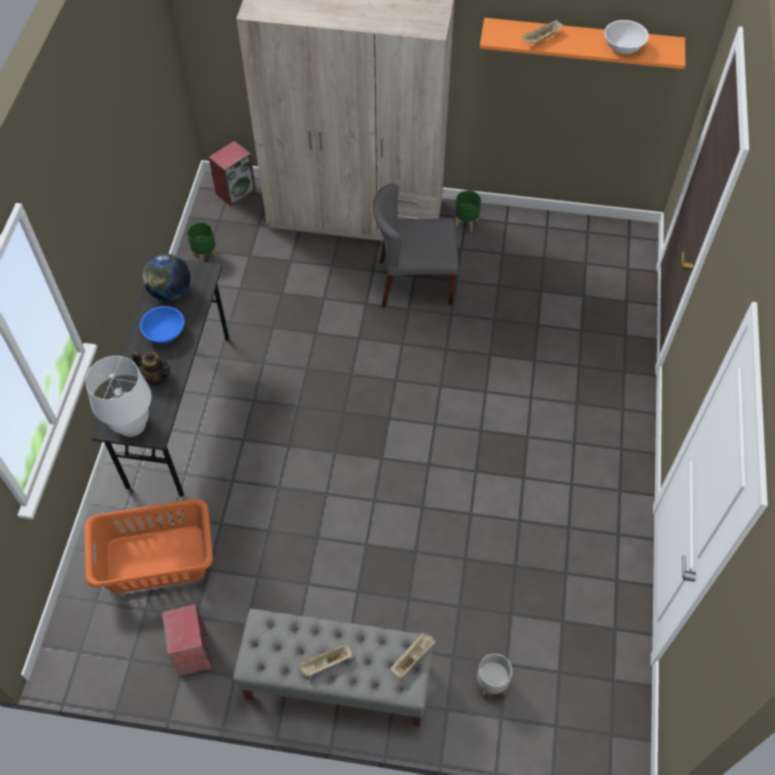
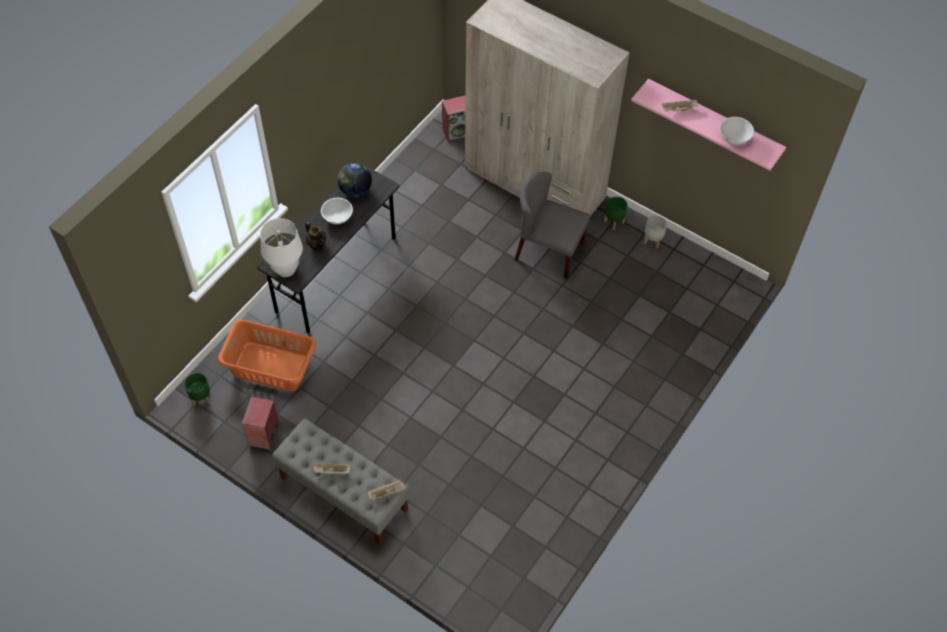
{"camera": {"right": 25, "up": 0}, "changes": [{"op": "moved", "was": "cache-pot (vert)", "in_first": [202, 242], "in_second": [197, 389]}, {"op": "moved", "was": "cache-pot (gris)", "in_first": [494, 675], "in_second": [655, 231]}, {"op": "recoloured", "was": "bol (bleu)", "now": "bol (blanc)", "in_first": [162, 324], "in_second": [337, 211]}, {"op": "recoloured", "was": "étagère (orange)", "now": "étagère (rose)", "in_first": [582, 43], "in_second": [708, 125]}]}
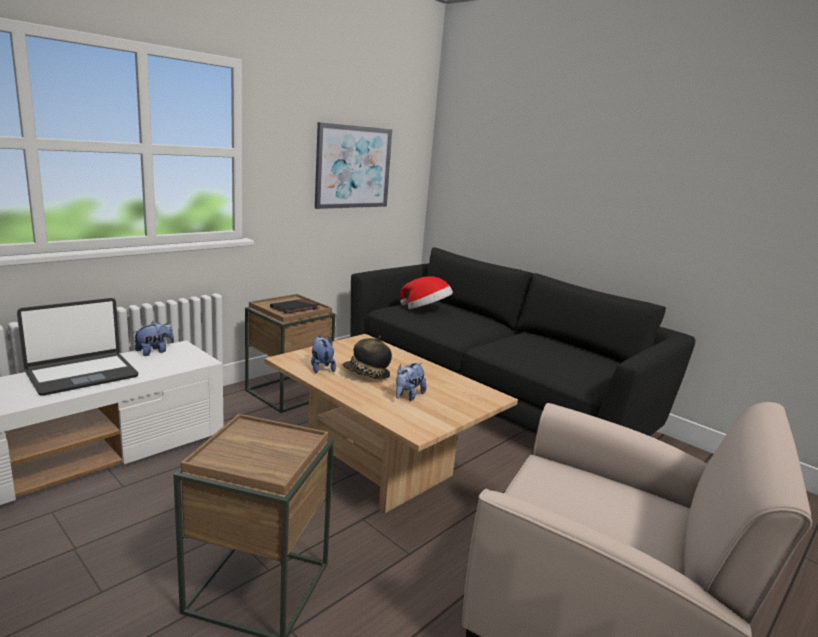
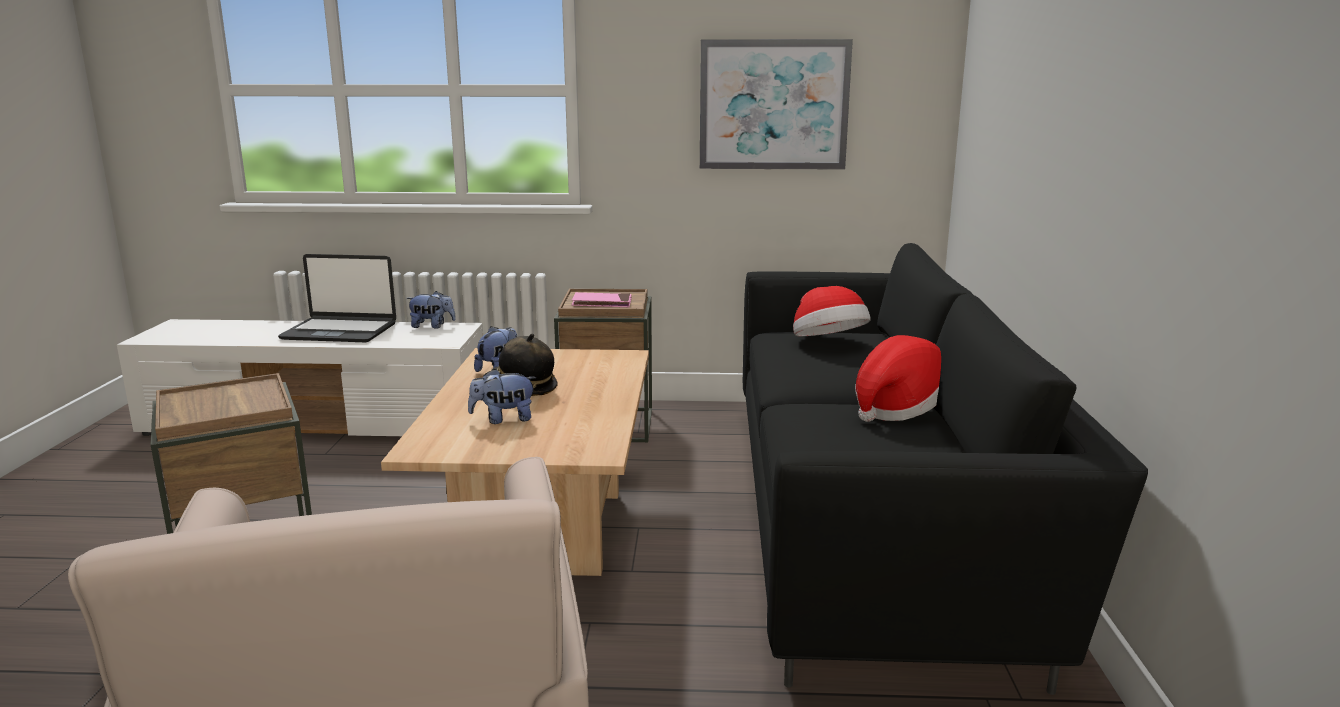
{"camera": {"right": 50, "up": 0}, "changes": [{"op": "added", "now": "chapeau", "in_second": [898, 378]}, {"op": "recoloured", "was": "livre (noir)", "now": "livre (rose)", "in_first": [294, 306], "in_second": [601, 299]}]}
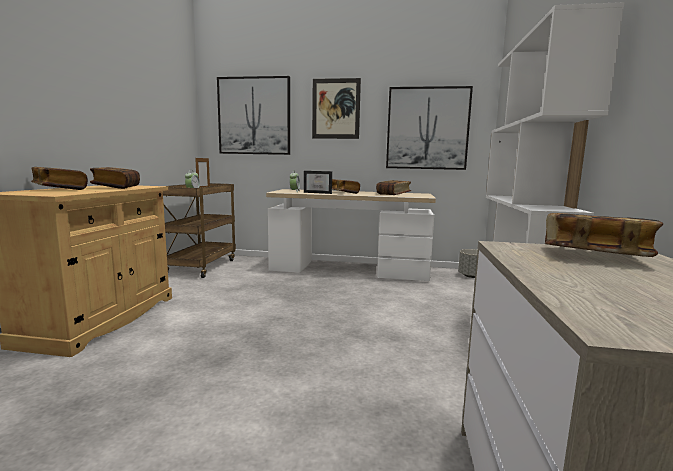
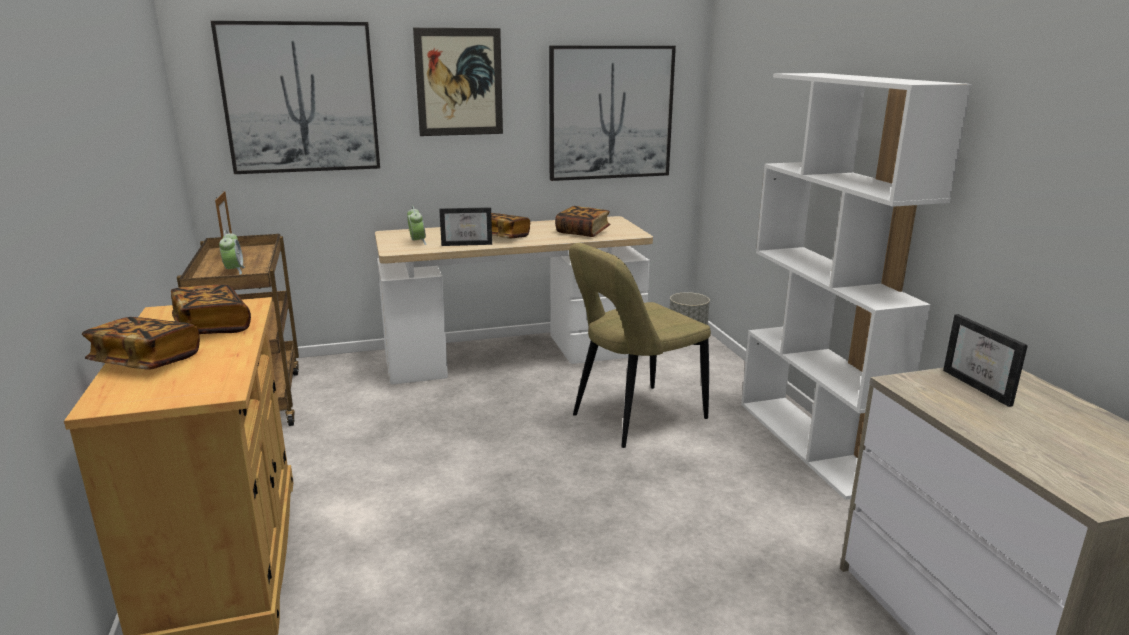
{"camera": {"right": -25, "up": 10}, "changes": [{"op": "added", "now": "chaise (beige)", "in_second": [640, 345]}, {"op": "replaced", "was": "livre", "now": "cadre photo", "in_first": [604, 235], "in_second": [985, 360]}]}
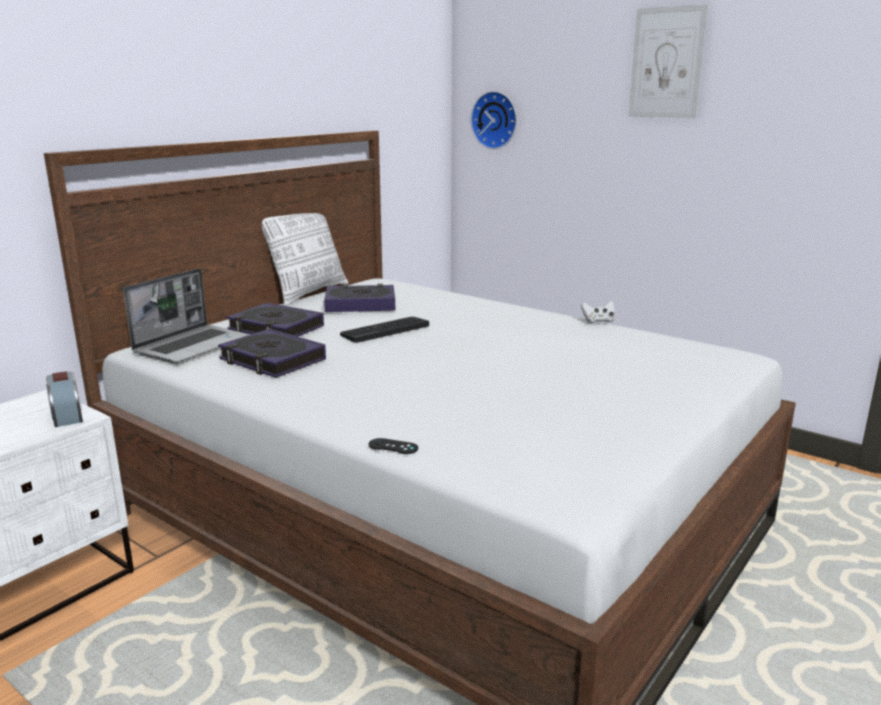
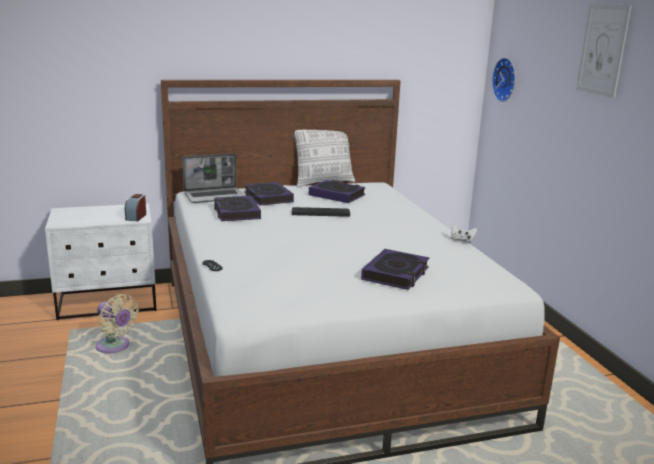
{"camera": {"right": 35, "up": 0}, "changes": [{"op": "added", "now": "ventilateur (beige)", "in_second": [117, 323]}, {"op": "added", "now": "livre", "in_second": [395, 269]}]}
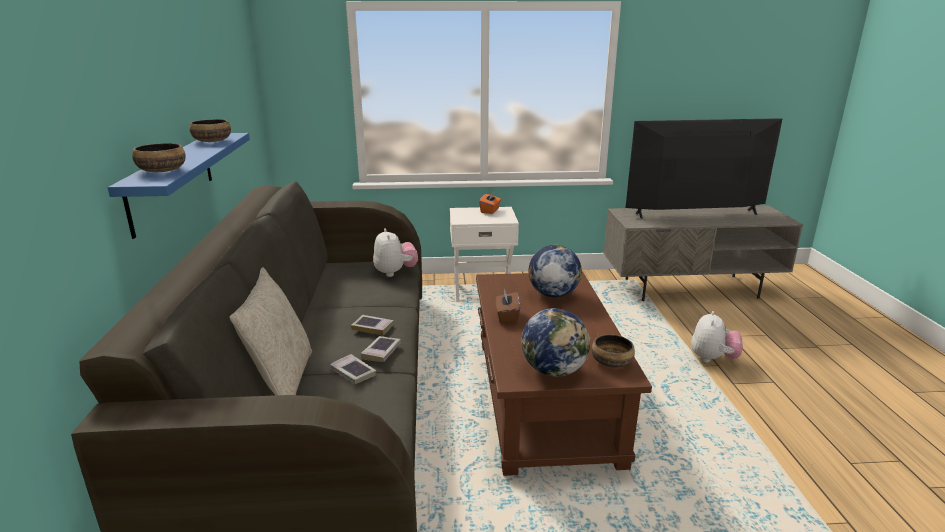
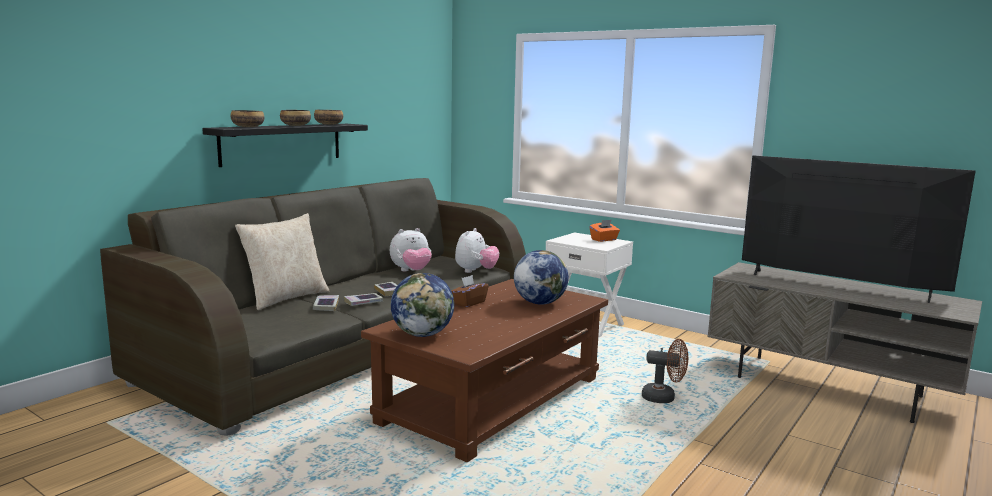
{"camera": {"right": 40, "up": -10}, "changes": [{"op": "added", "now": "ventilateur (marron)", "in_second": [665, 371]}, {"op": "moved", "was": "bol", "in_first": [613, 351], "in_second": [295, 118]}, {"op": "moved", "was": "peluche", "in_first": [717, 337], "in_second": [411, 249]}, {"op": "recoloured", "was": "étagère (bleu)", "now": "étagère (noir)", "in_first": [179, 186], "in_second": [285, 145]}]}
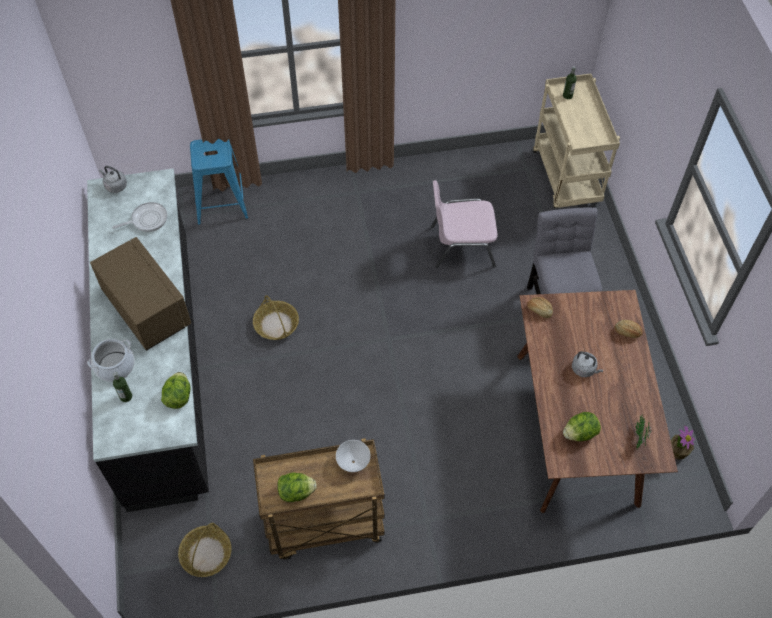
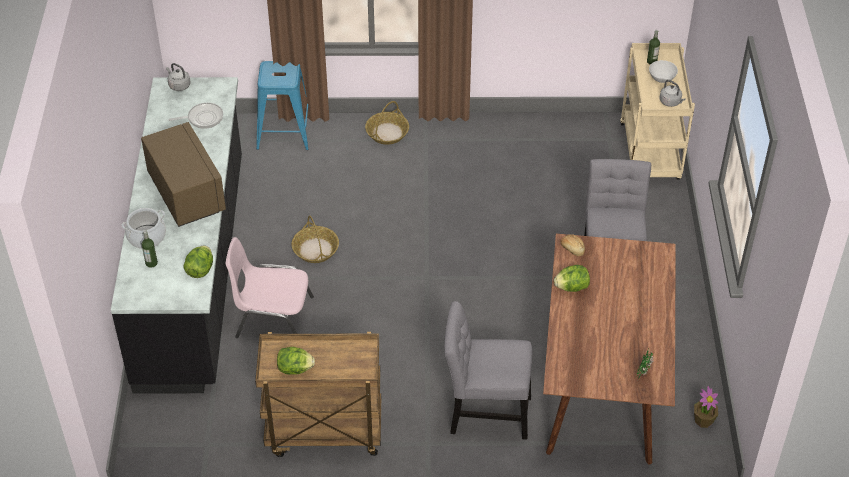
{"camera": {"right": 10, "up": -10}, "changes": [{"op": "removed", "was": "pain", "in_first": [629, 329]}, {"op": "added", "now": "chaise (gris)", "in_second": [488, 370]}, {"op": "moved", "was": "panier", "in_first": [205, 550], "in_second": [387, 123]}, {"op": "moved", "was": "bol (blanc)", "in_first": [353, 456], "in_second": [663, 71]}, {"op": "moved", "was": "chaise (rose)", "in_first": [464, 224], "in_second": [270, 287]}, {"op": "moved", "was": "laitue", "in_first": [582, 426], "in_second": [572, 278]}, {"op": "moved", "was": "bouilloire (gris)", "in_first": [587, 364], "in_second": [673, 93]}]}
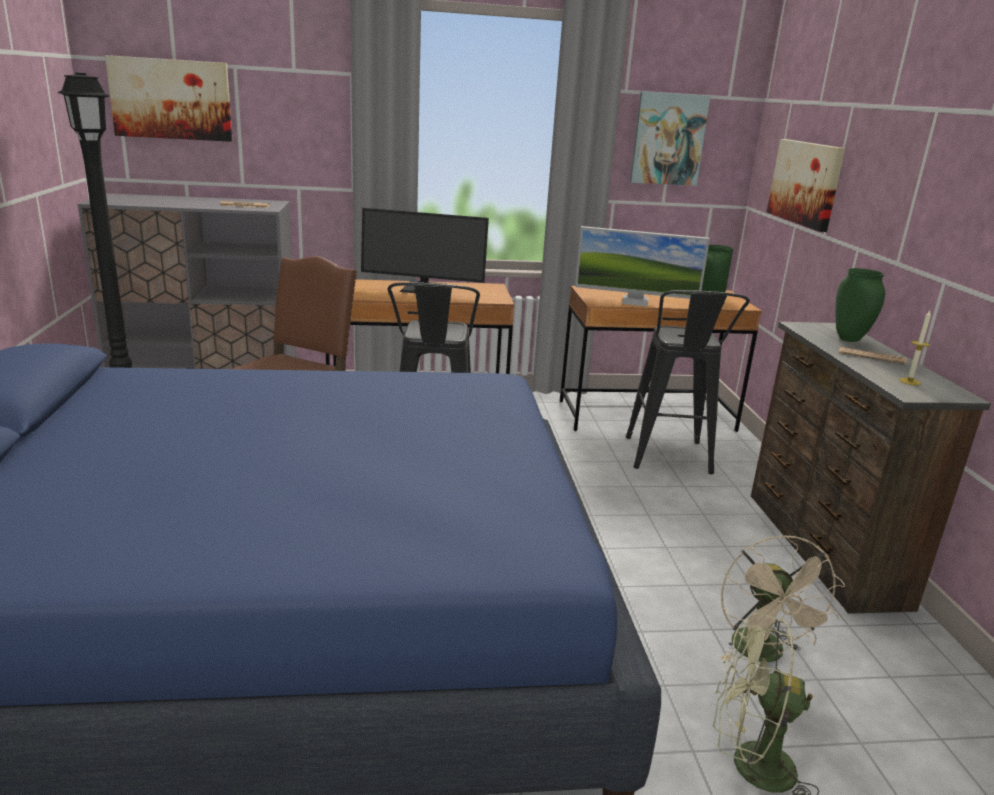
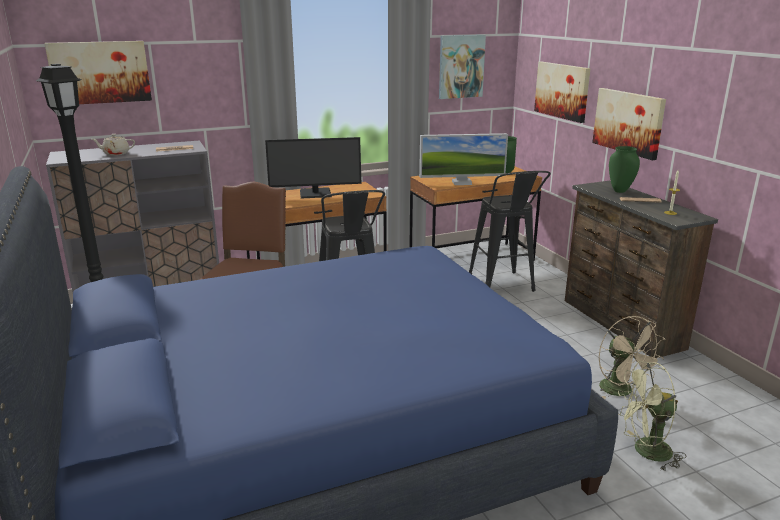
{"camera": {"right": -15, "up": 0}, "changes": [{"op": "added", "now": "théière (beige)", "in_second": [113, 144]}, {"op": "added", "now": "tableau", "in_second": [629, 124]}]}
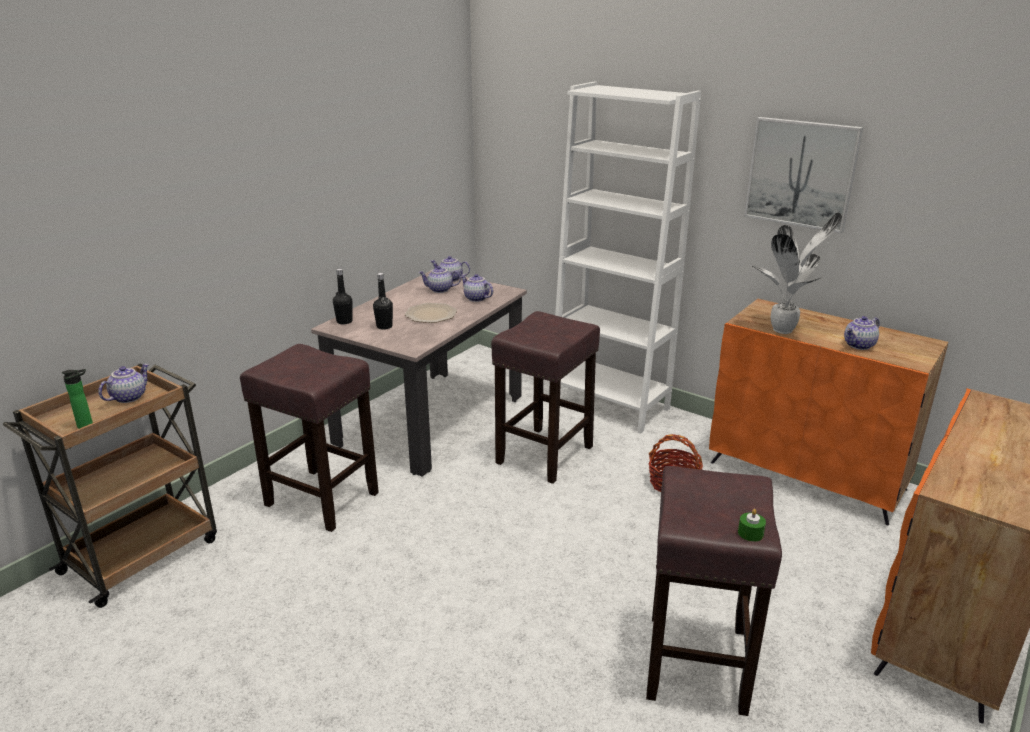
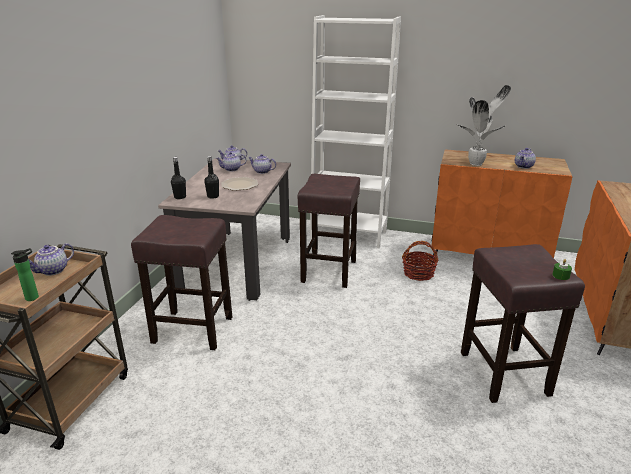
{"camera": {"right": -20, "up": 0}, "changes": [{"op": "removed", "was": "tableau", "in_first": [803, 175]}, {"op": "turned", "was": "théière", "in_first": [123, 383], "in_second": [51, 259], "clockwise": -150}]}
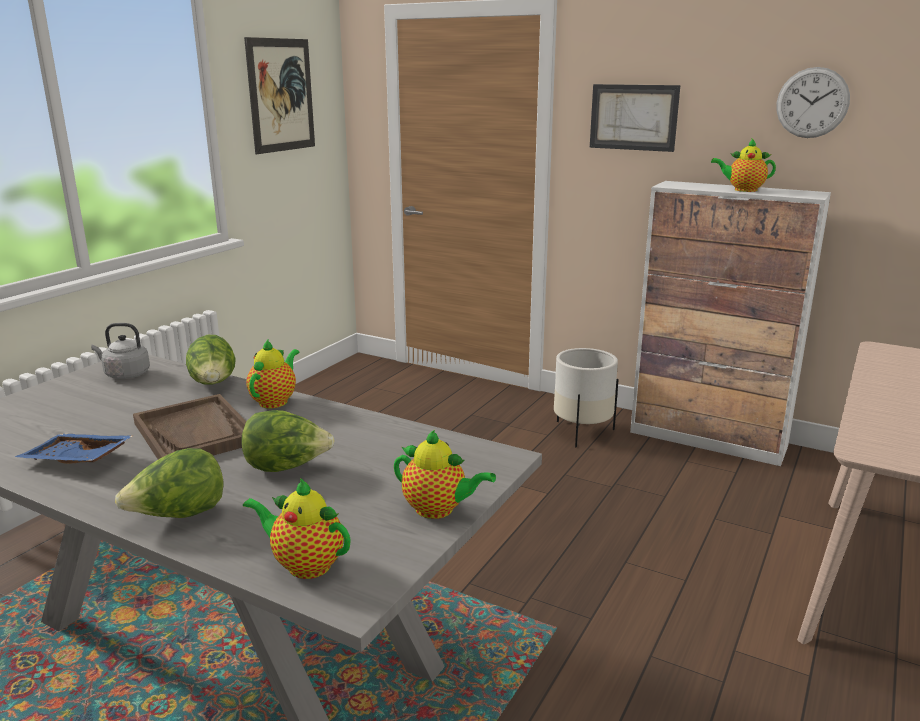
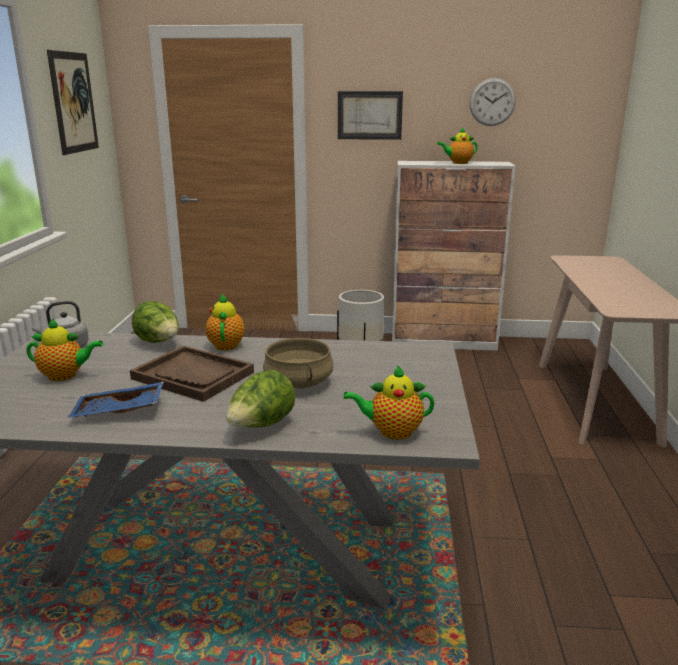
{"camera": {"right": -25, "up": 0}, "changes": [{"op": "moved", "was": "théière", "in_first": [445, 474], "in_second": [64, 349]}, {"op": "replaced", "was": "laitue", "now": "marmite (beige)", "in_first": [288, 441], "in_second": [298, 363]}]}
